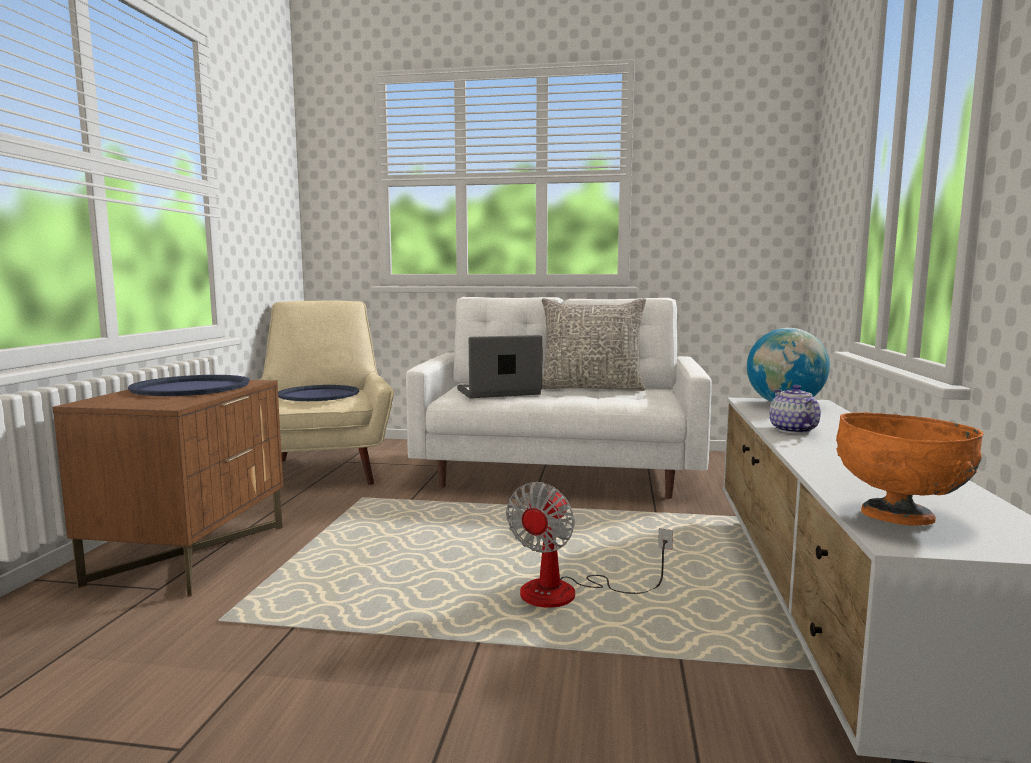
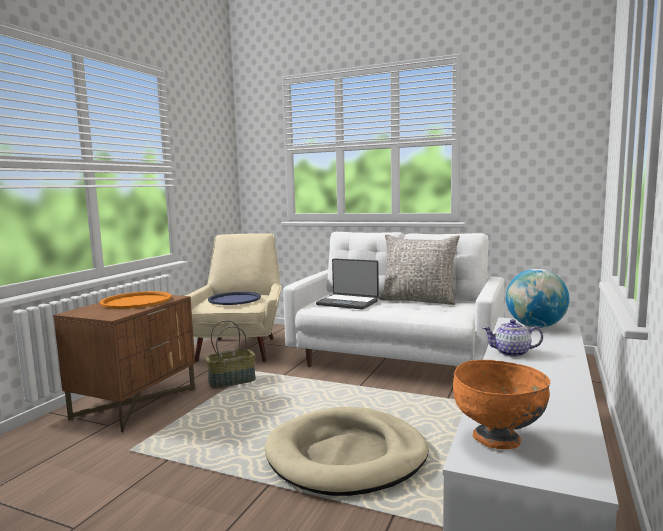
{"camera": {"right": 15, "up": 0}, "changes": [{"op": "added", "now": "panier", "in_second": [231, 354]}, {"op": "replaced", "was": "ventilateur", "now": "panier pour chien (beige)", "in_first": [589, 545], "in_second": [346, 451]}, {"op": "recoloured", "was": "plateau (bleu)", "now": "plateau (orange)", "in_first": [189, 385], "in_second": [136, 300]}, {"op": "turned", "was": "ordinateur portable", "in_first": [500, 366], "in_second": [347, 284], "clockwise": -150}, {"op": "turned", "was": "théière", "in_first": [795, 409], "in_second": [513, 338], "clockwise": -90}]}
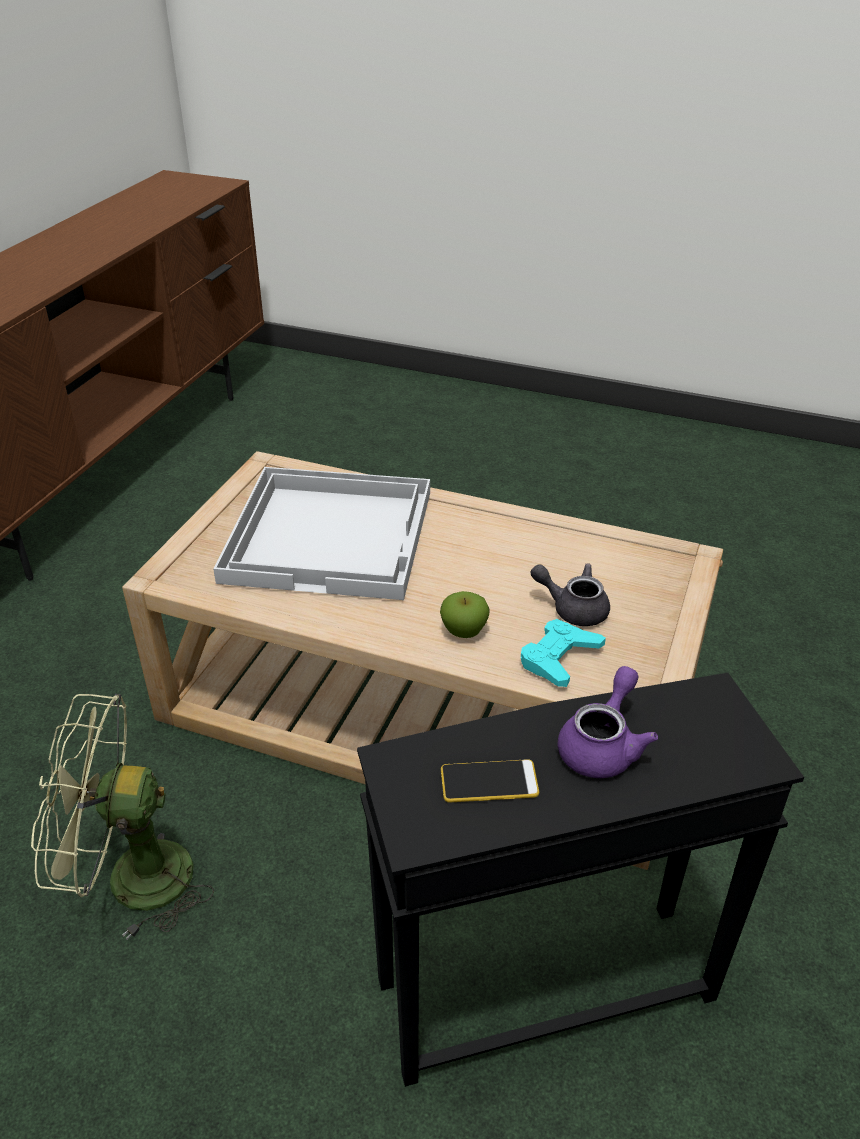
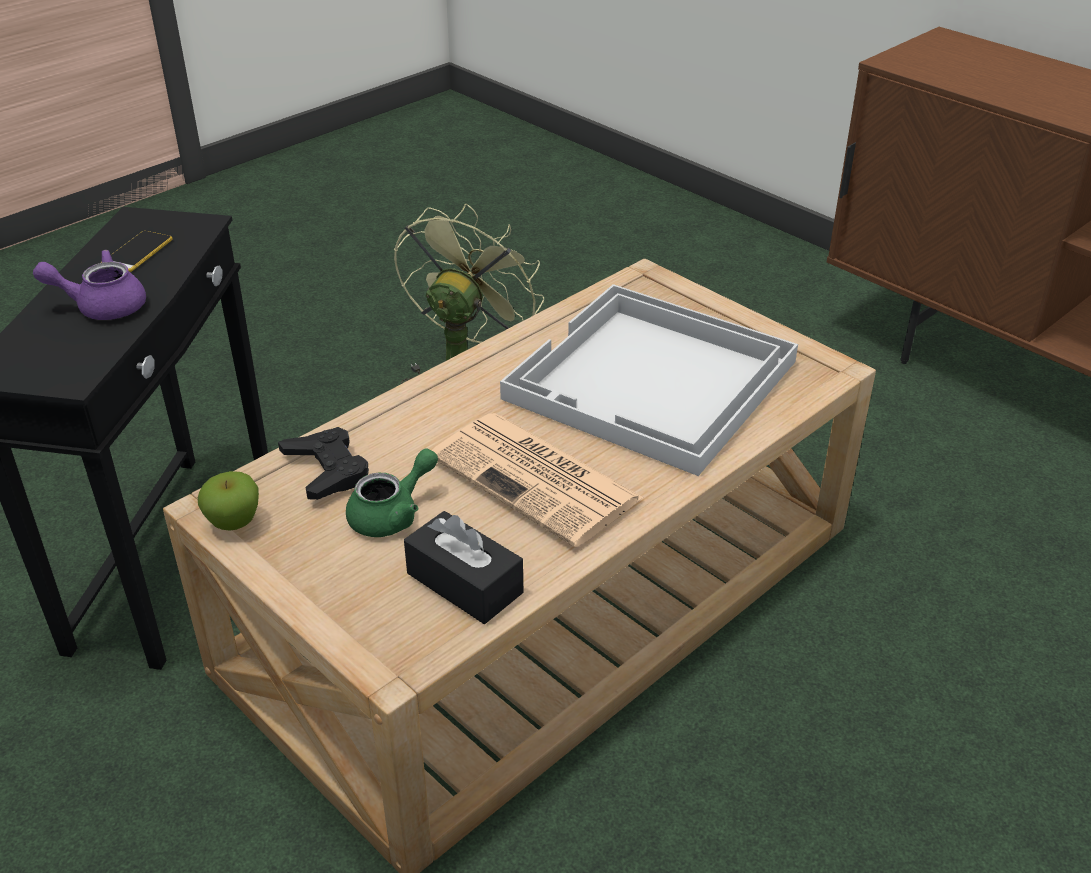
{"camera": {"right": 115, "up": 0}, "changes": [{"op": "added", "now": "boîte à mouchoirs (noir)", "in_second": [463, 567]}, {"op": "added", "now": "journal", "in_second": [538, 480]}, {"op": "moved", "was": "pomme", "in_first": [464, 614], "in_second": [228, 501]}, {"op": "recoloured", "was": "manette (turquoise)", "now": "manette (noir)", "in_first": [563, 653], "in_second": [323, 463]}, {"op": "recoloured", "was": "théière (gris)", "now": "théière (vert)", "in_first": [570, 594], "in_second": [392, 492]}, {"op": "turned", "was": "théière (violet)", "in_first": [608, 722], "in_second": [89, 285], "clockwise": 120}]}
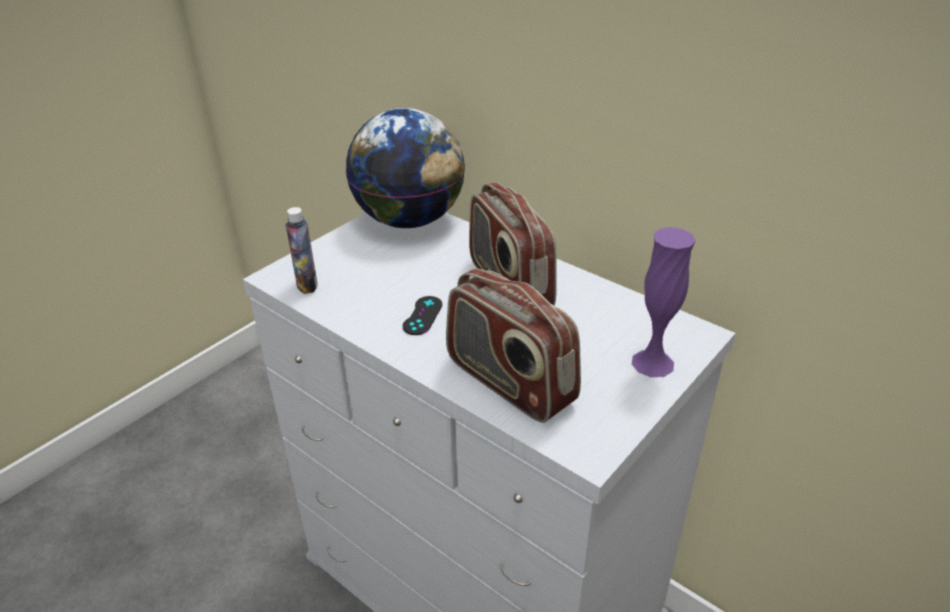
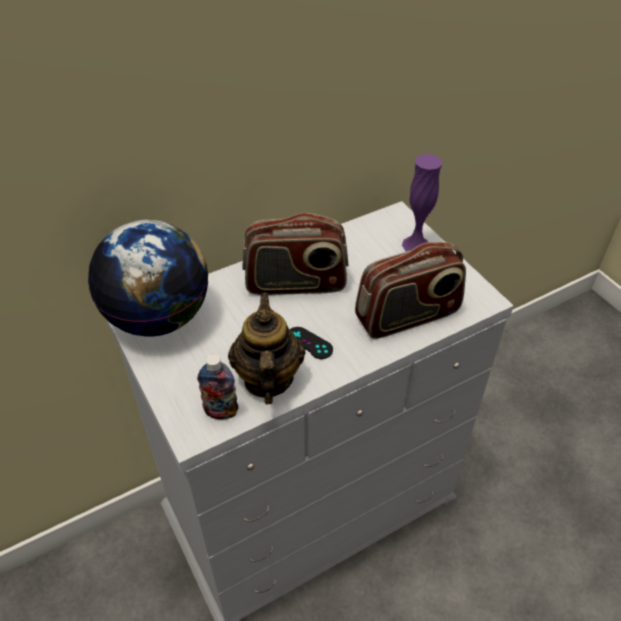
{"camera": {"right": -70, "up": 10}, "changes": [{"op": "added", "now": "théière", "in_second": [266, 348]}]}
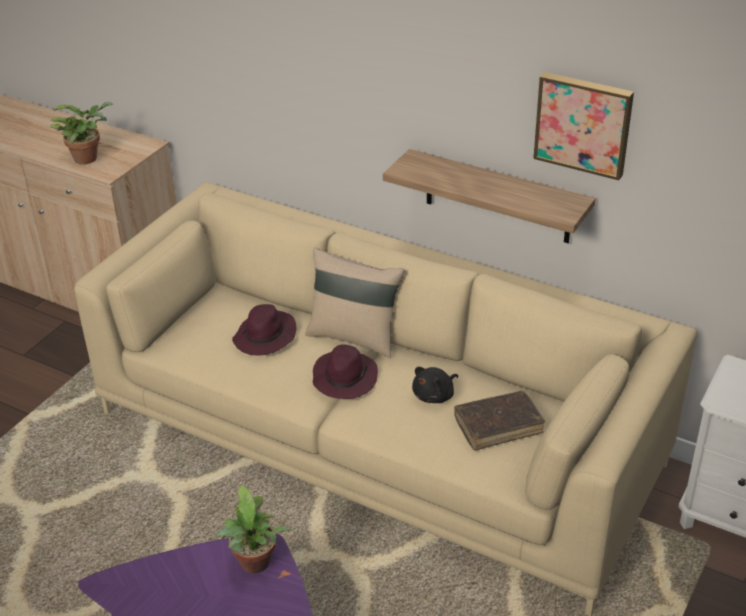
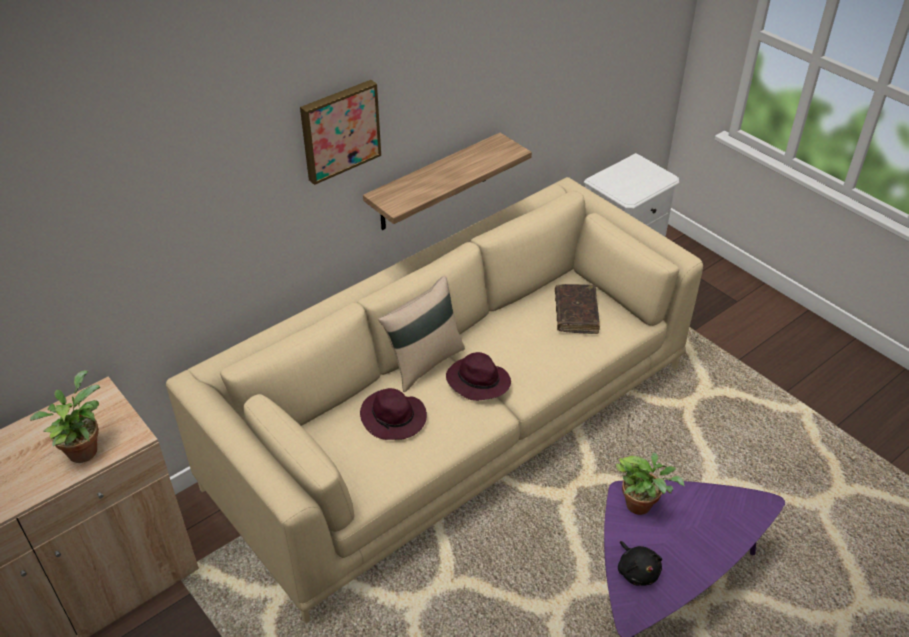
{"camera": {"right": -70, "up": 5}, "changes": [{"op": "moved", "was": "peluche (noir)", "in_first": [435, 385], "in_second": [640, 563]}, {"op": "moved", "was": "tableau", "in_first": [583, 126], "in_second": [340, 132]}]}
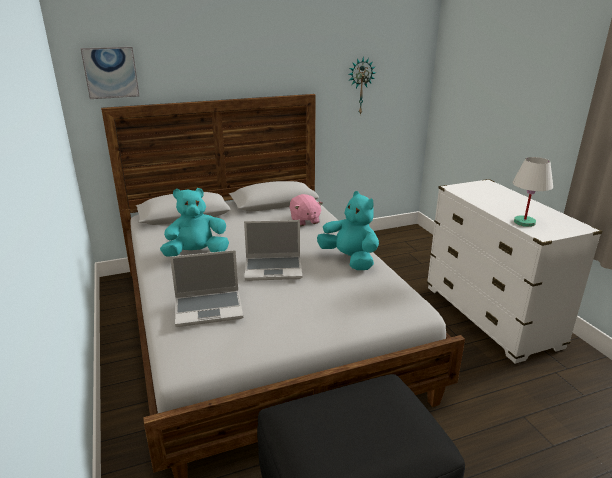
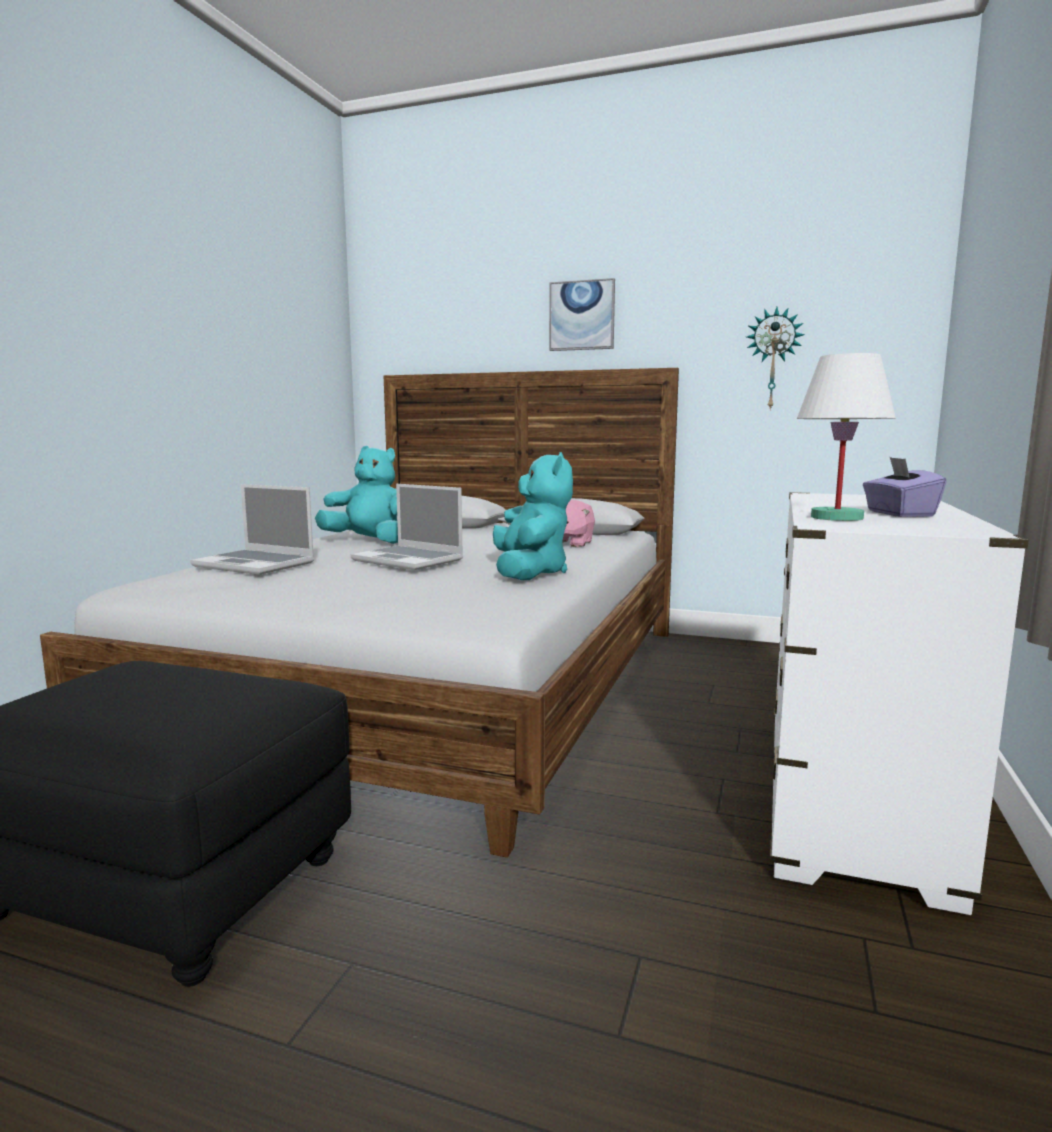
{"camera": {"right": 40, "up": -15}, "changes": [{"op": "added", "now": "boîte à mouchoirs (violet)", "in_second": [905, 487]}, {"op": "moved", "was": "tableau", "in_first": [109, 73], "in_second": [582, 314]}]}
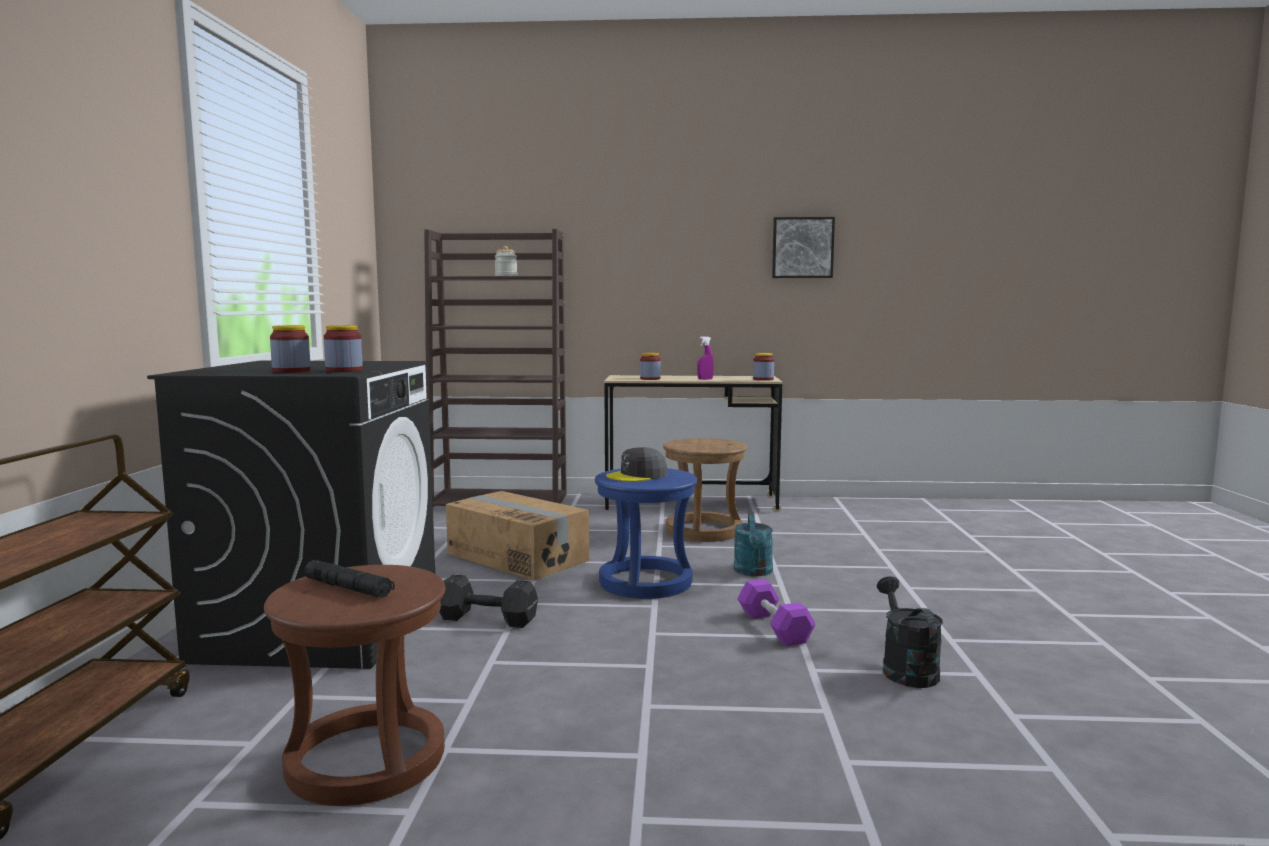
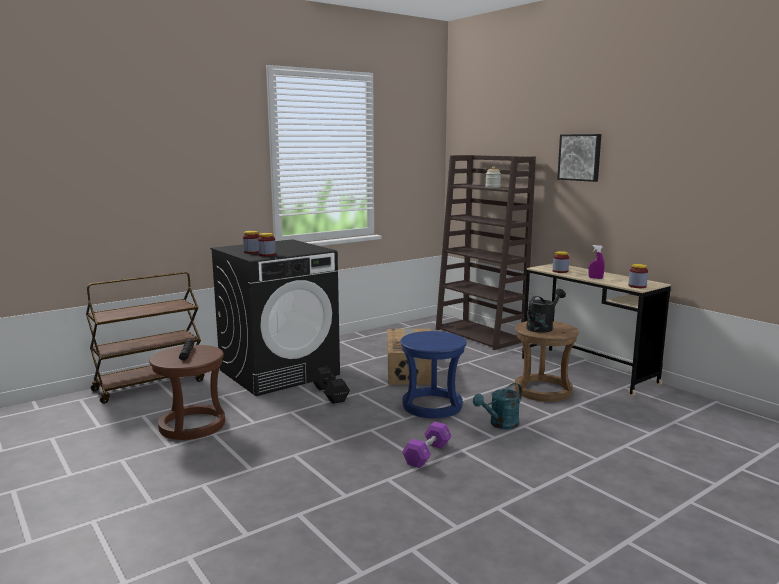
{"camera": {"right": 50, "up": 5}, "changes": [{"op": "removed", "was": "casquette (gris)", "in_first": [636, 464]}, {"op": "moved", "was": "tableau", "in_first": [803, 247], "in_second": [579, 158]}, {"op": "moved", "was": "arrosoir (noir)", "in_first": [910, 632], "in_second": [546, 311]}]}
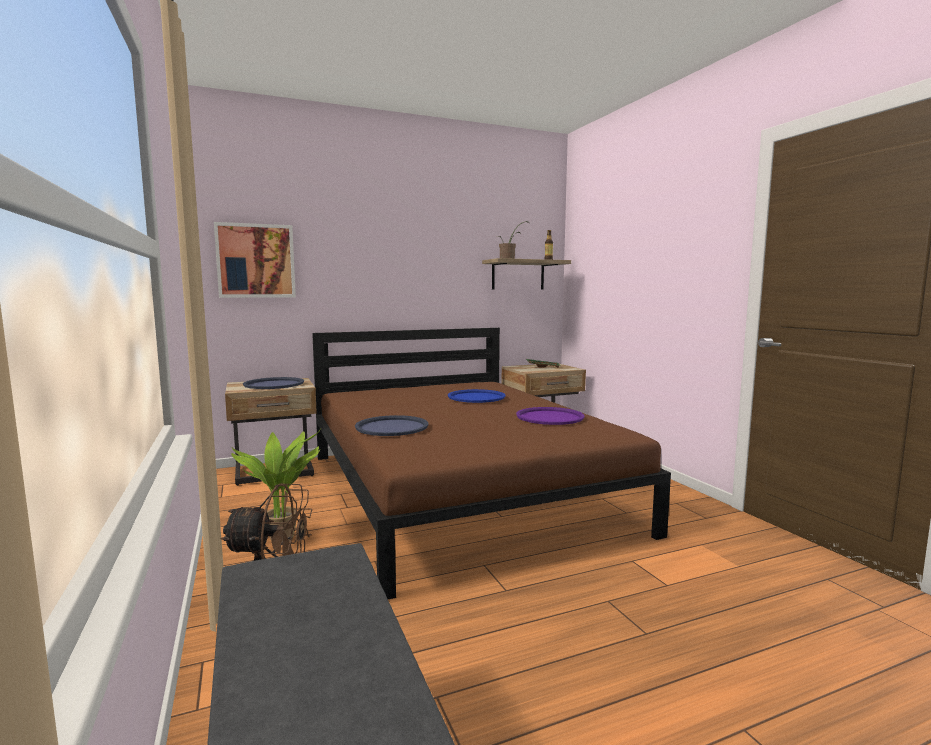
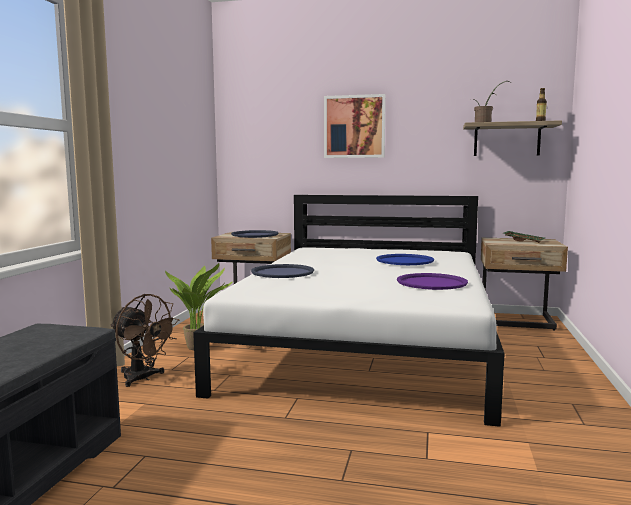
{"camera": {"right": 35, "up": 0}, "changes": [{"op": "moved", "was": "tableau", "in_first": [255, 260], "in_second": [355, 126]}, {"op": "recoloured", "was": "lit (marron)", "now": "lit (blanc)", "in_first": [491, 463], "in_second": [349, 311]}]}
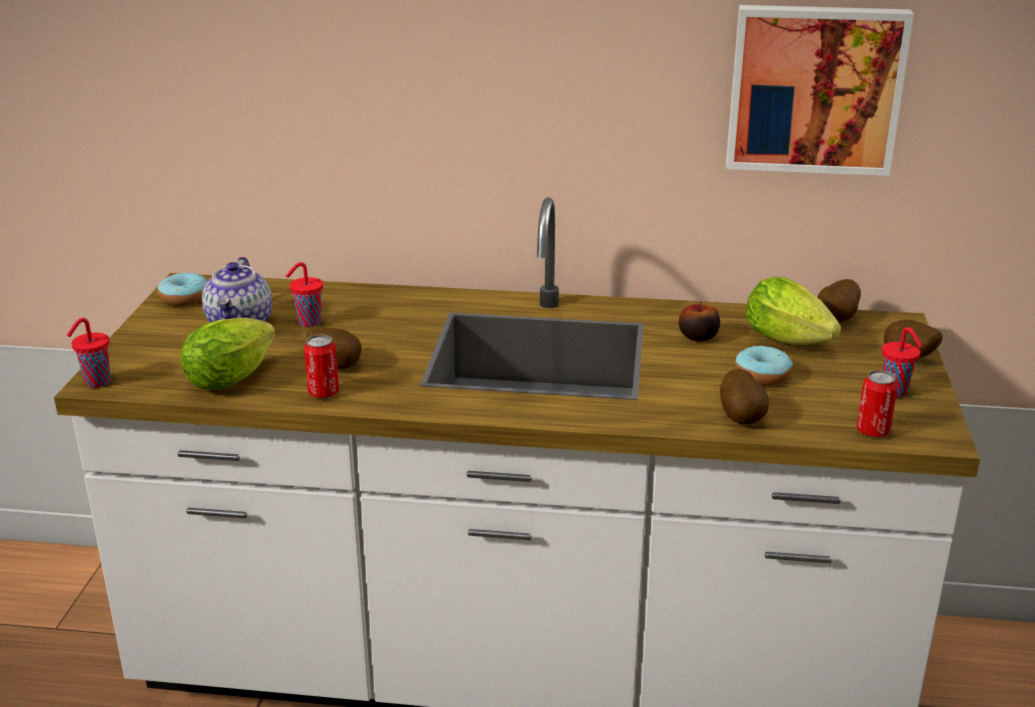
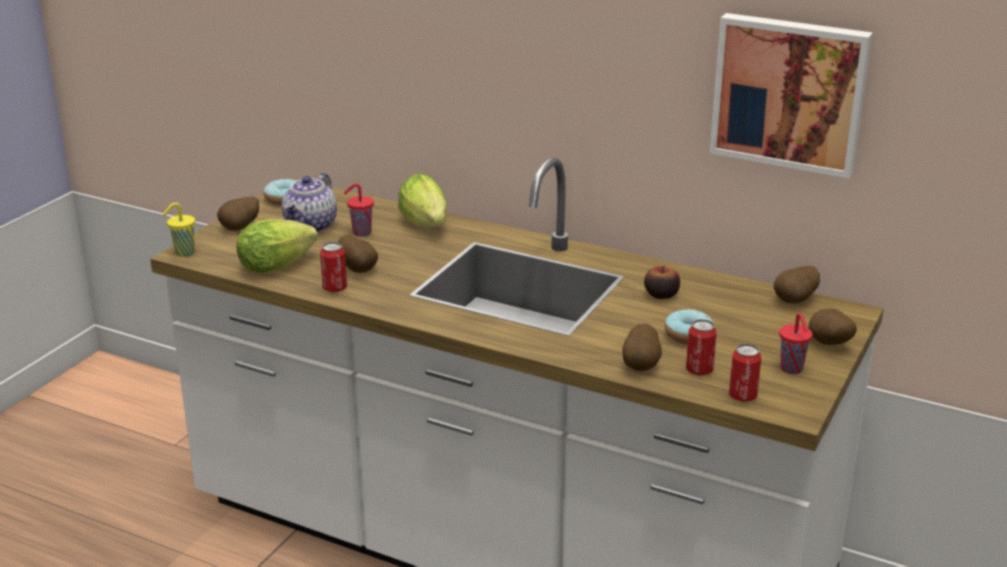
{"camera": {"right": 20, "up": 0}, "changes": [{"op": "added", "now": "pomme de terre", "in_second": [238, 213]}, {"op": "added", "now": "boîte métallique", "in_second": [701, 347]}, {"op": "moved", "was": "laitue", "in_first": [793, 311], "in_second": [422, 201]}, {"op": "recoloured", "was": "tasse (rouge)", "now": "tasse (jaune)", "in_first": [89, 353], "in_second": [179, 229]}]}
